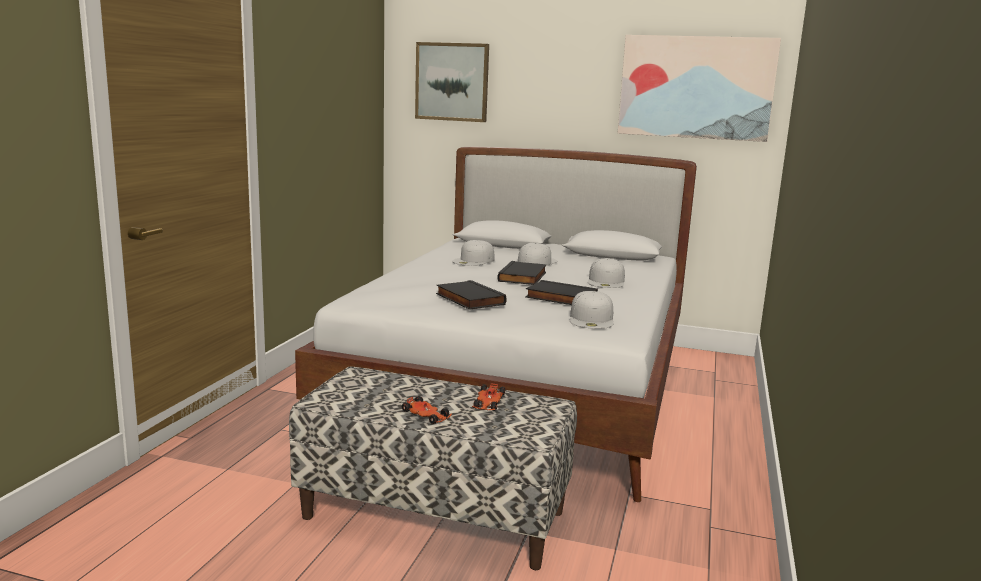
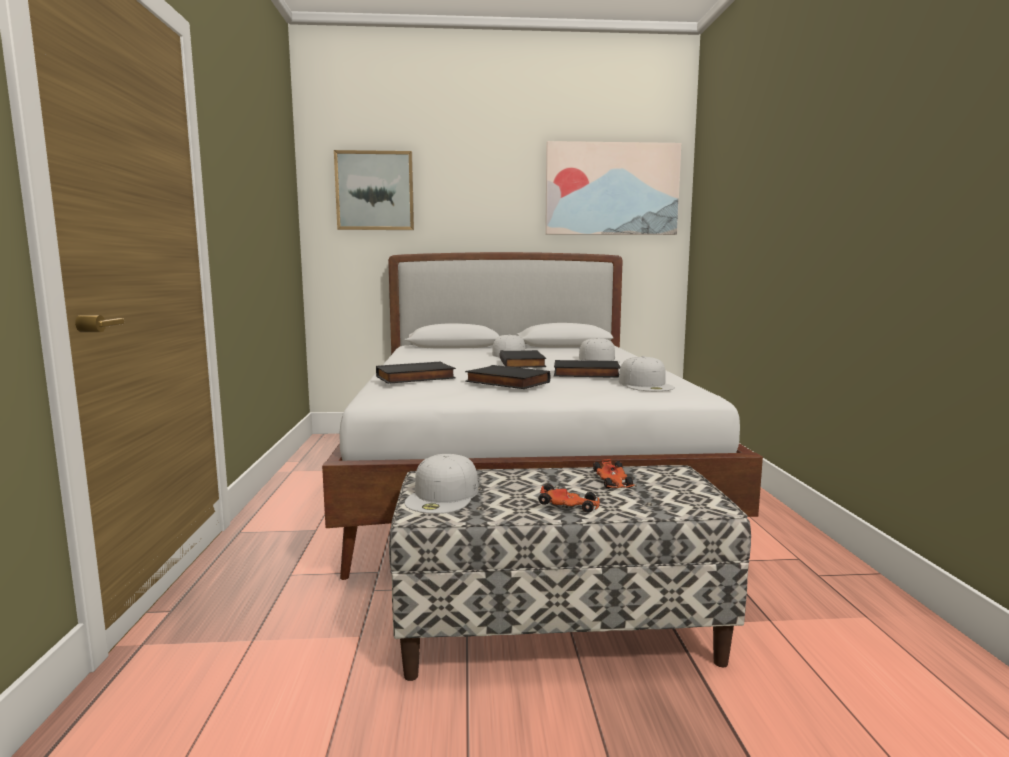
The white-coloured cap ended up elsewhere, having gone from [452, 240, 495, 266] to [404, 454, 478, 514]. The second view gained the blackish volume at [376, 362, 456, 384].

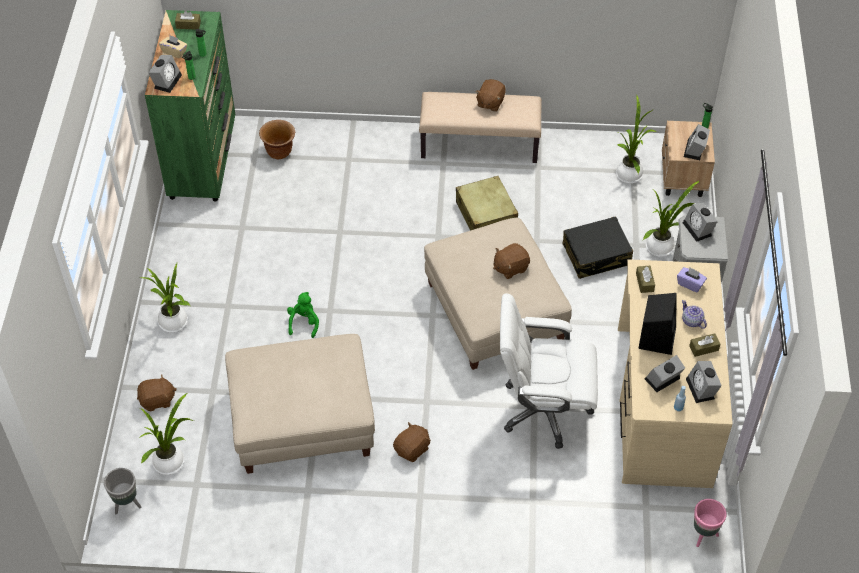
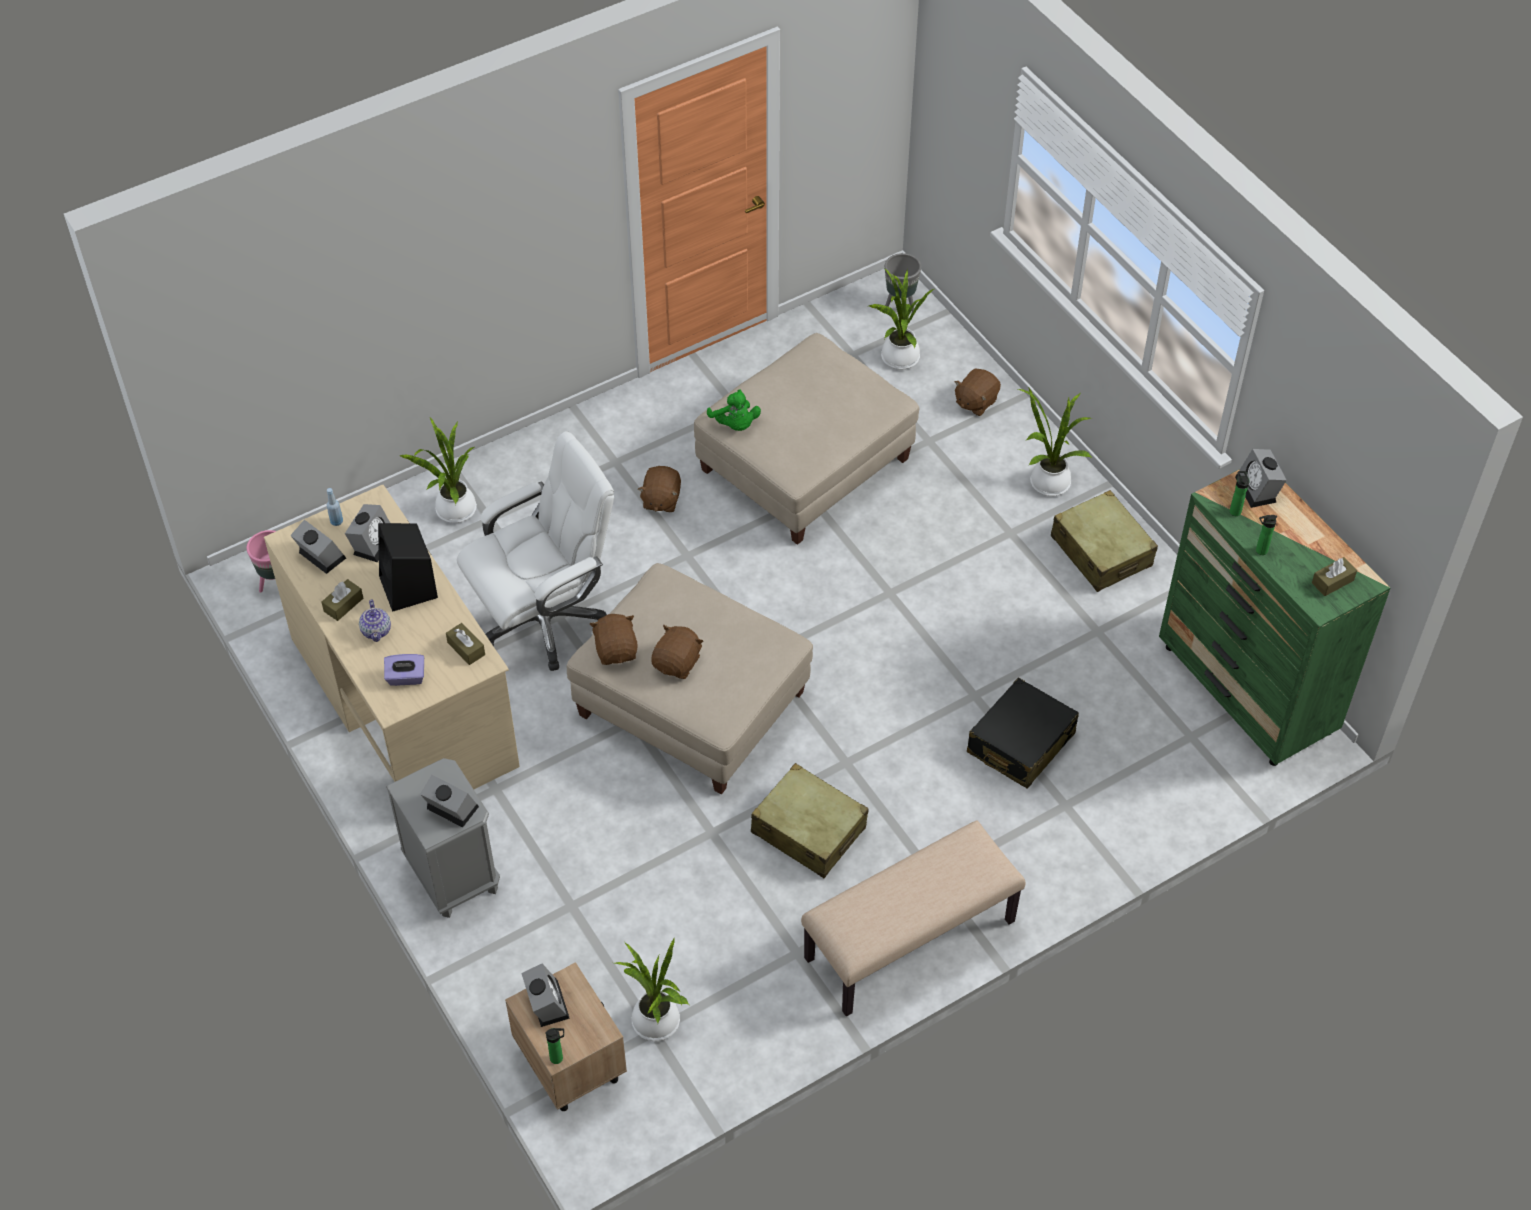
The second view lost the beige tissue holder at [159, 35, 187, 58]. The second view lost the brown plant pot at [259, 120, 295, 159]. The green-coloured cuddly toy ended up elsewhere, having gone from [287, 292, 319, 338] to [707, 390, 761, 431]. The brown cuddly toy ended up elsewhere, having gone from [475, 79, 506, 112] to [590, 614, 638, 665]. The blackish piece of luggage ended up elsewhere, having gone from [562, 216, 633, 279] to [967, 678, 1079, 789]. The plant in a pot ended up elsewhere, having gone from [643, 181, 699, 257] to [399, 418, 477, 523]. The tea pot at [682, 300, 707, 329] ended up facing another way, 60 degrees clockwise from before. The second view gained the beige piece of luggage at [1051, 490, 1158, 592].

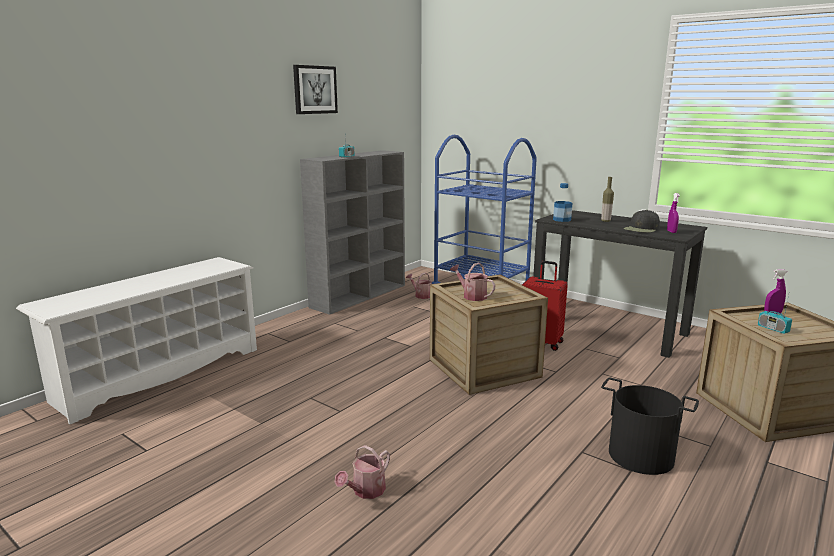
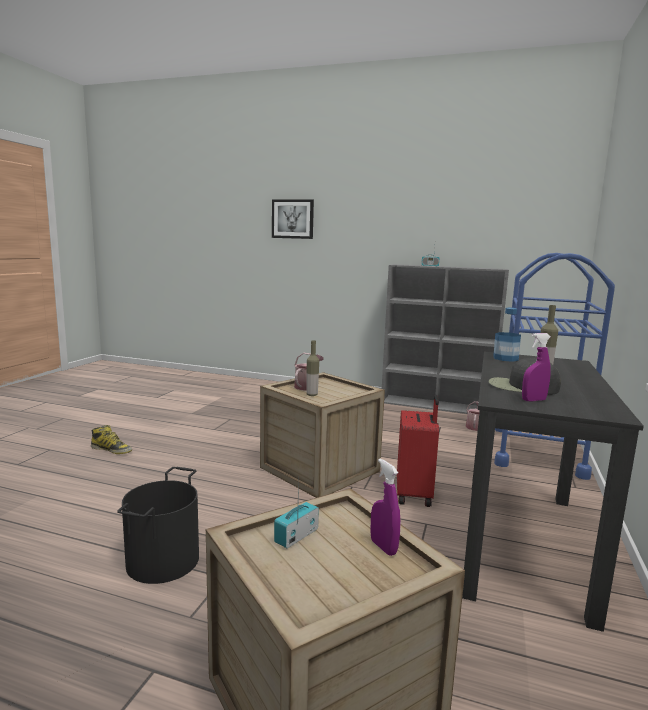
The second view lost the white-coloured shoe rack at [16, 257, 257, 424]. The wall art ended up elsewhere, having gone from [293, 65, 338, 114] to [272, 199, 314, 239]. Where the sprinkling can stood at [335, 445, 390, 499], the boot came to stand at [91, 425, 132, 454]. The second view gained the bottle at [306, 340, 319, 396].

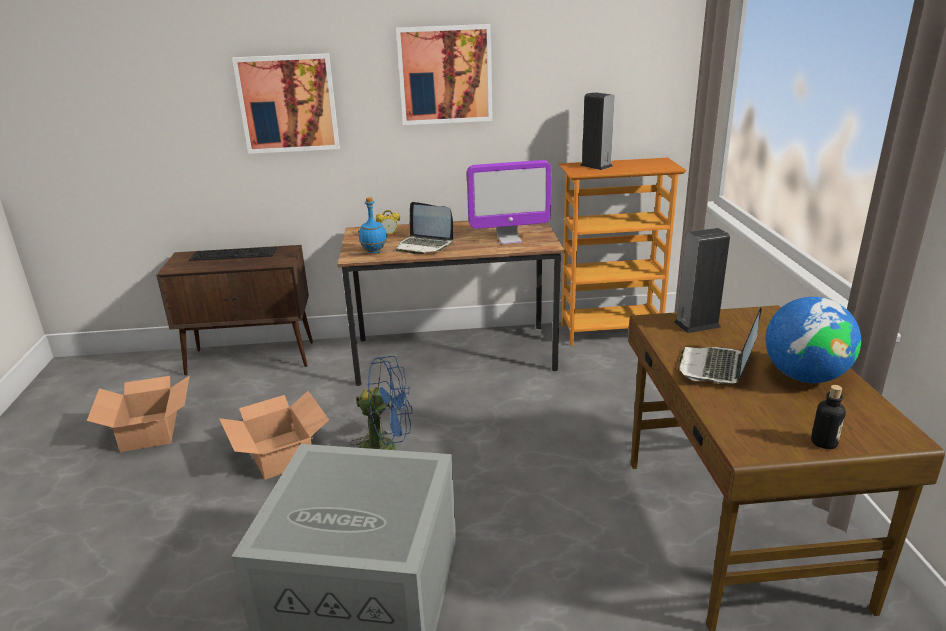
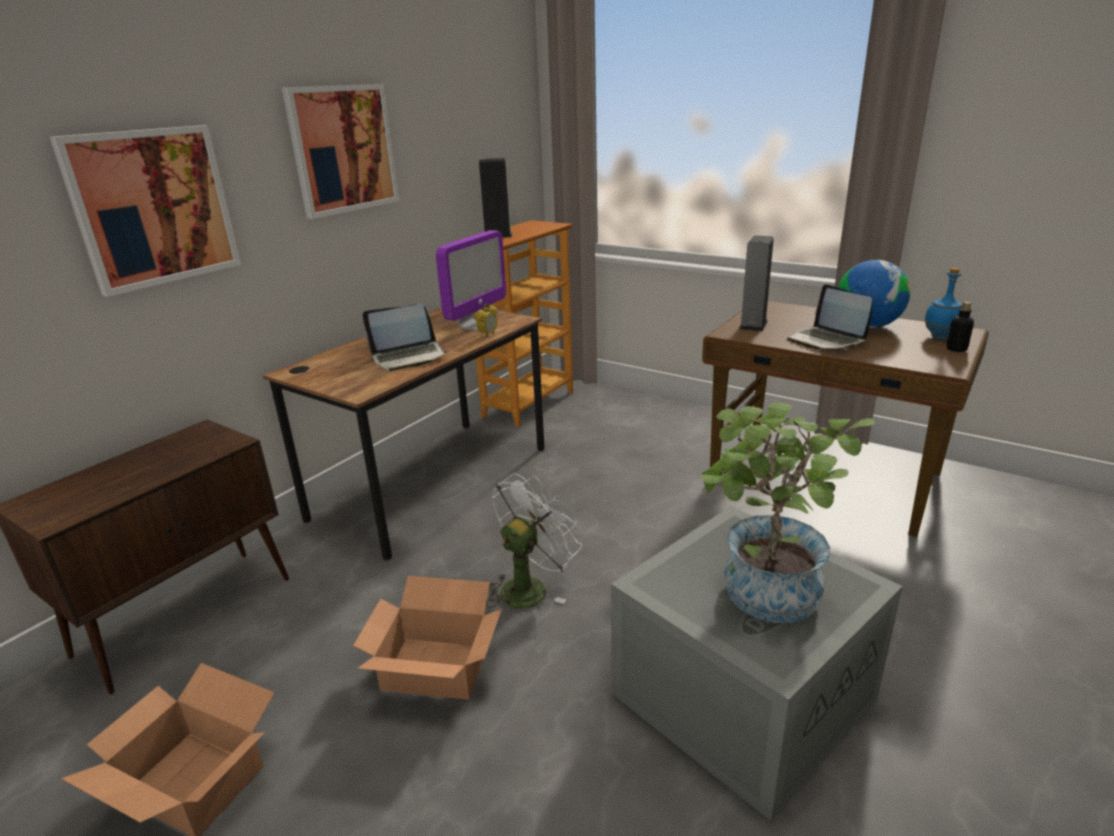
The second view lost the computer keyboard at [189, 247, 277, 261]. What was the blue cooling fan at [350, 356, 412, 450] turned into the white-coloured cooling fan at [486, 474, 582, 609]. The blue bottle ended up elsewhere, having gone from [359, 197, 387, 254] to [924, 268, 962, 339]. The alarm clock ended up elsewhere, having gone from [376, 210, 400, 236] to [475, 304, 498, 337]. The second view gained the plant in a pot at [701, 402, 875, 623].

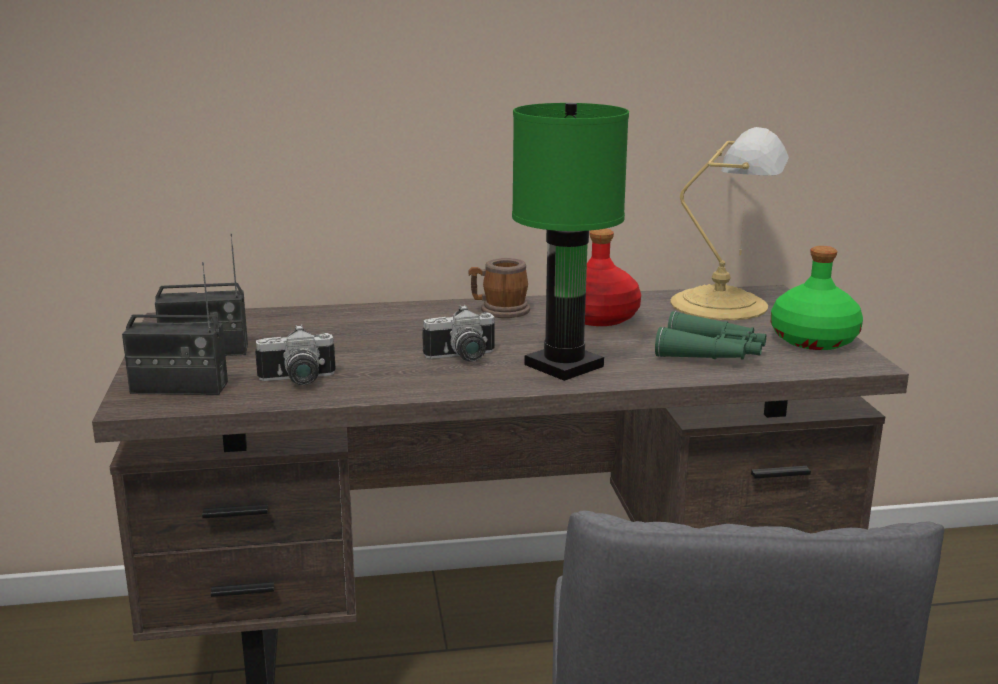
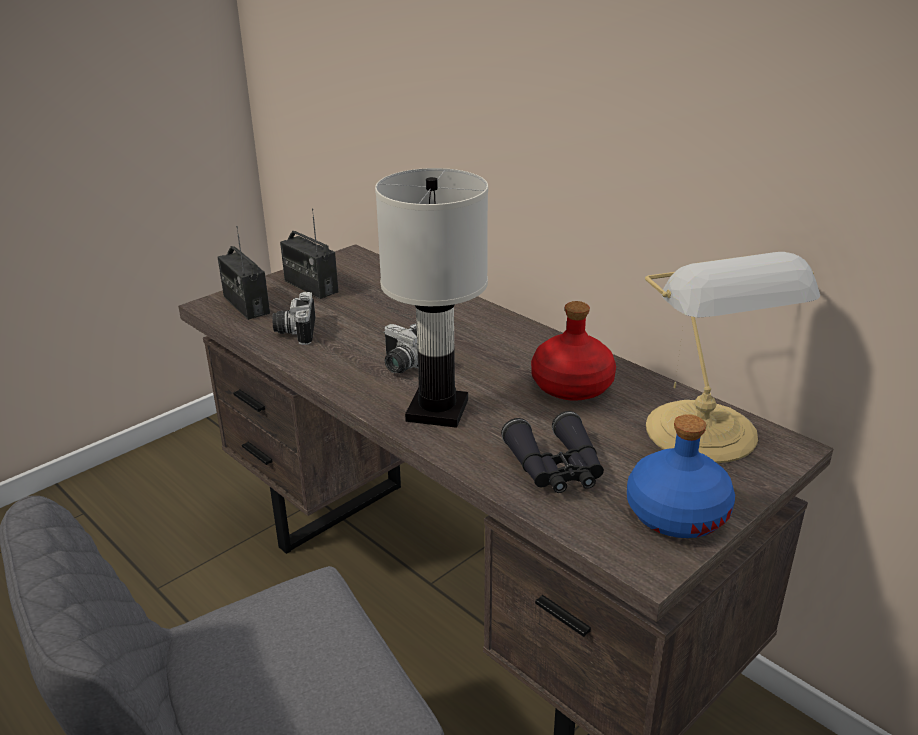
The photo camera at [255, 324, 336, 385] ended up facing another way, 45 degrees clockwise from before. The second view lost the mug at [468, 258, 530, 318]. What was the green-coloured lamp for a table at [512, 103, 629, 381] turned into the white-coloured lamp for a table at [375, 168, 488, 428]. What was the green-coloured binoculars at [655, 311, 766, 359] turned into the blackish binoculars at [501, 411, 604, 493]. What was the green-coloured bottle at [771, 246, 863, 350] turned into the blue bottle at [627, 414, 735, 538].

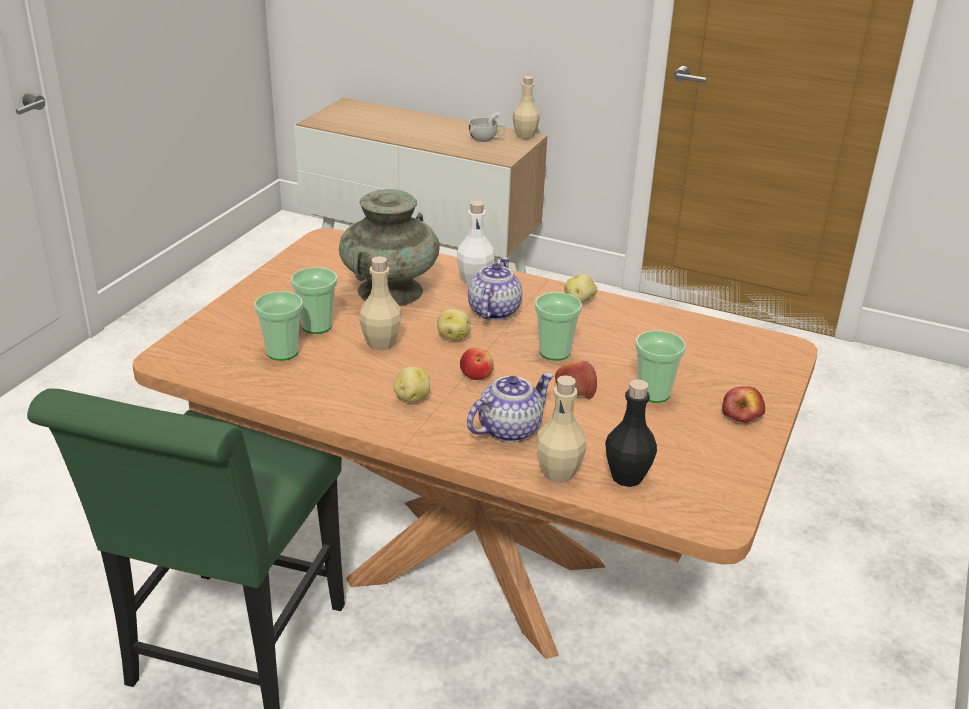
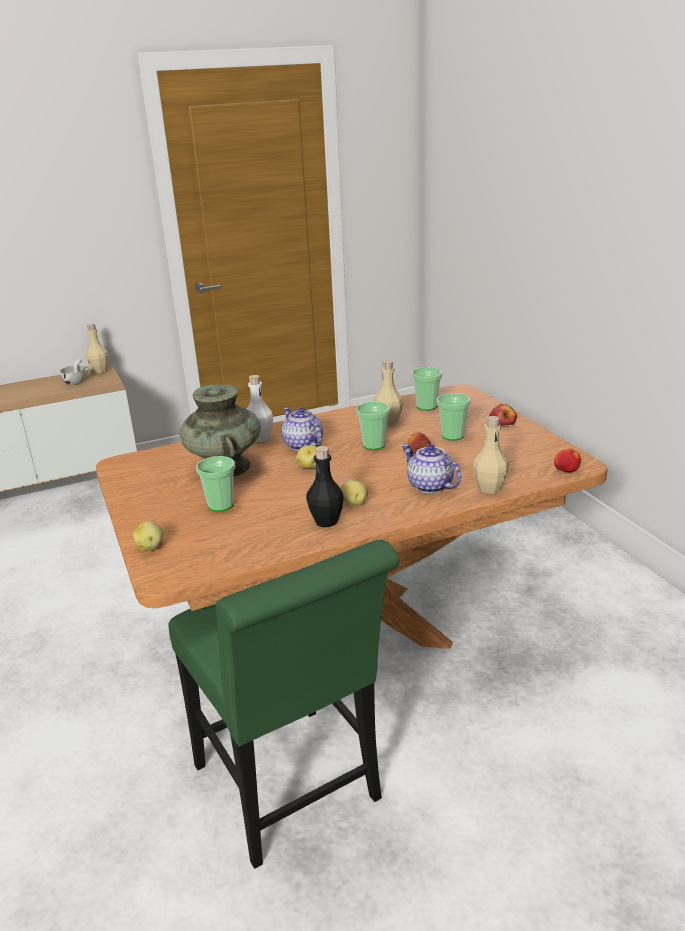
The cup ended up elsewhere, having gone from [254, 291, 303, 361] to [412, 367, 442, 411]. The beige bottle ended up elsewhere, having gone from [359, 256, 402, 351] to [374, 360, 403, 426]. The apple fruit ended up elsewhere, having gone from [460, 348, 494, 380] to [554, 448, 581, 472]. The tea pot at [467, 373, 554, 442] ended up facing another way, 45 degrees counterclockwise from before. The spud ended up elsewhere, having gone from [564, 274, 597, 304] to [133, 521, 164, 551]. The blackish bottle ended up elsewhere, having gone from [605, 379, 657, 487] to [306, 446, 344, 527].

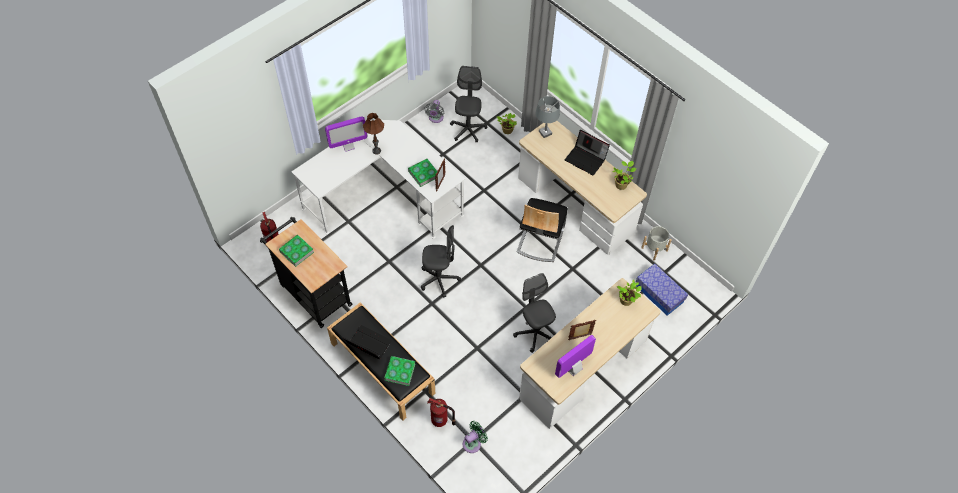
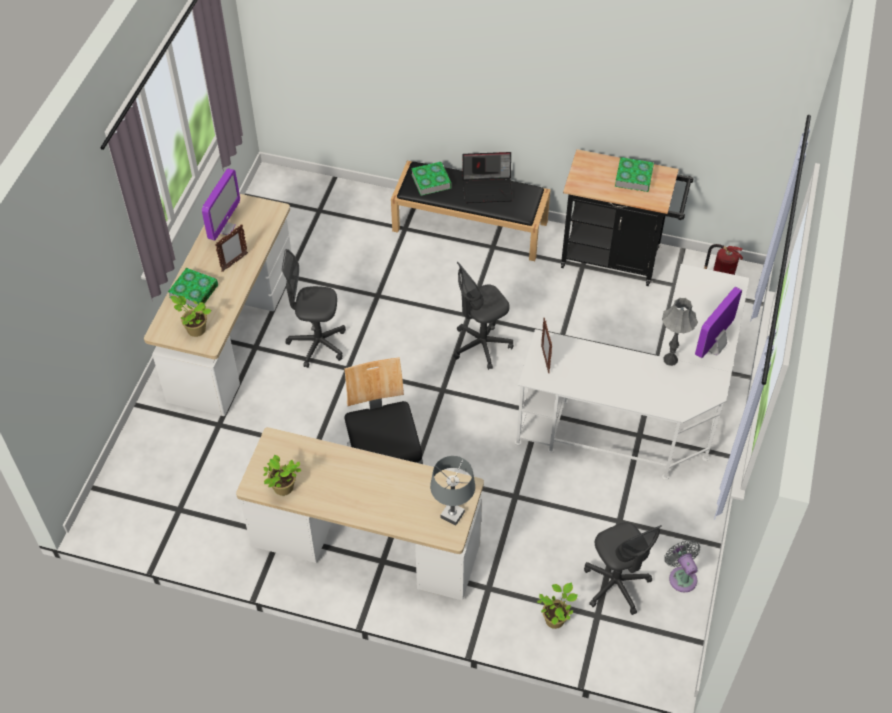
What was the brown lamp for a table at [363, 113, 384, 155] turned into the grey lamp for a table at [662, 298, 698, 366]. The volume ended up elsewhere, having gone from [408, 159, 437, 187] to [168, 268, 218, 308]. The second view lost the extinguisher at [427, 398, 456, 427]. The second view lost the green-coloured cooling fan at [463, 421, 488, 453]. The grey computer chair at [513, 273, 556, 353] ended up facing another way, 150 degrees clockwise from before. The second view lost the portable computer at [565, 130, 610, 175]. The second view lost the storage bin at [636, 264, 688, 316]. The second view lost the grey plant pot at [641, 226, 672, 261].

